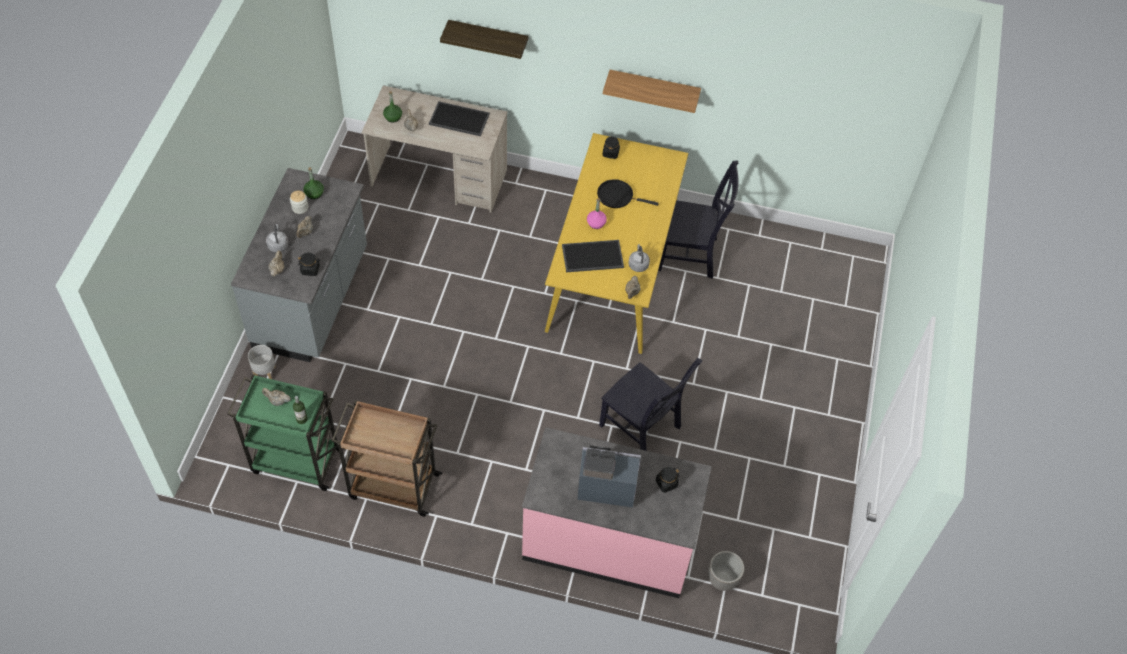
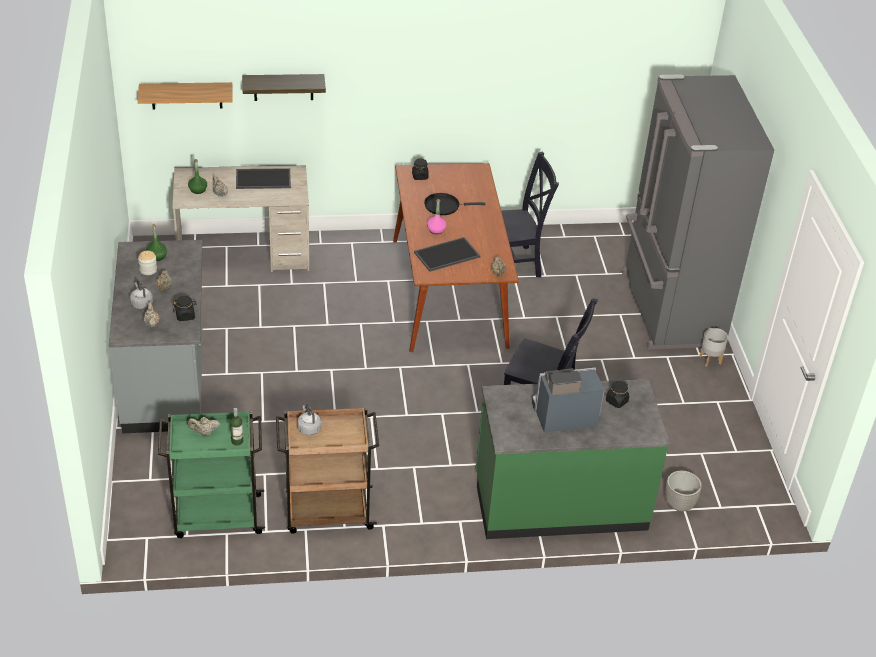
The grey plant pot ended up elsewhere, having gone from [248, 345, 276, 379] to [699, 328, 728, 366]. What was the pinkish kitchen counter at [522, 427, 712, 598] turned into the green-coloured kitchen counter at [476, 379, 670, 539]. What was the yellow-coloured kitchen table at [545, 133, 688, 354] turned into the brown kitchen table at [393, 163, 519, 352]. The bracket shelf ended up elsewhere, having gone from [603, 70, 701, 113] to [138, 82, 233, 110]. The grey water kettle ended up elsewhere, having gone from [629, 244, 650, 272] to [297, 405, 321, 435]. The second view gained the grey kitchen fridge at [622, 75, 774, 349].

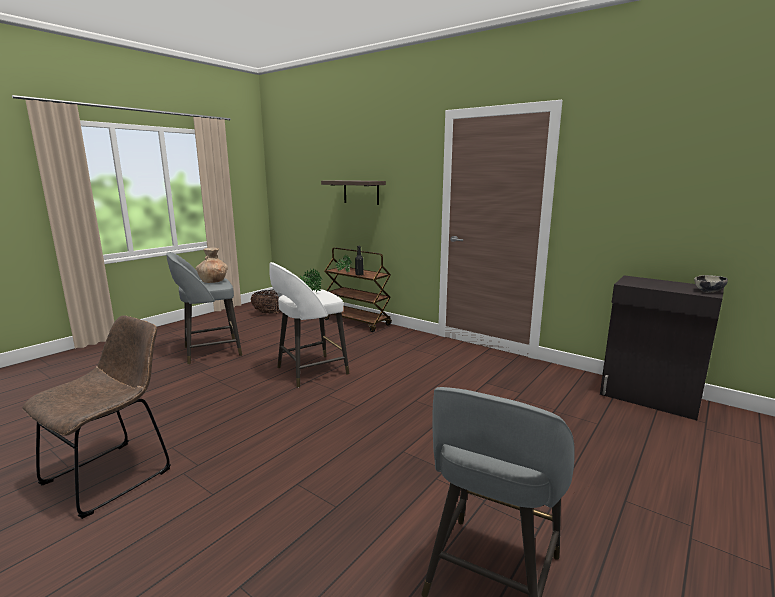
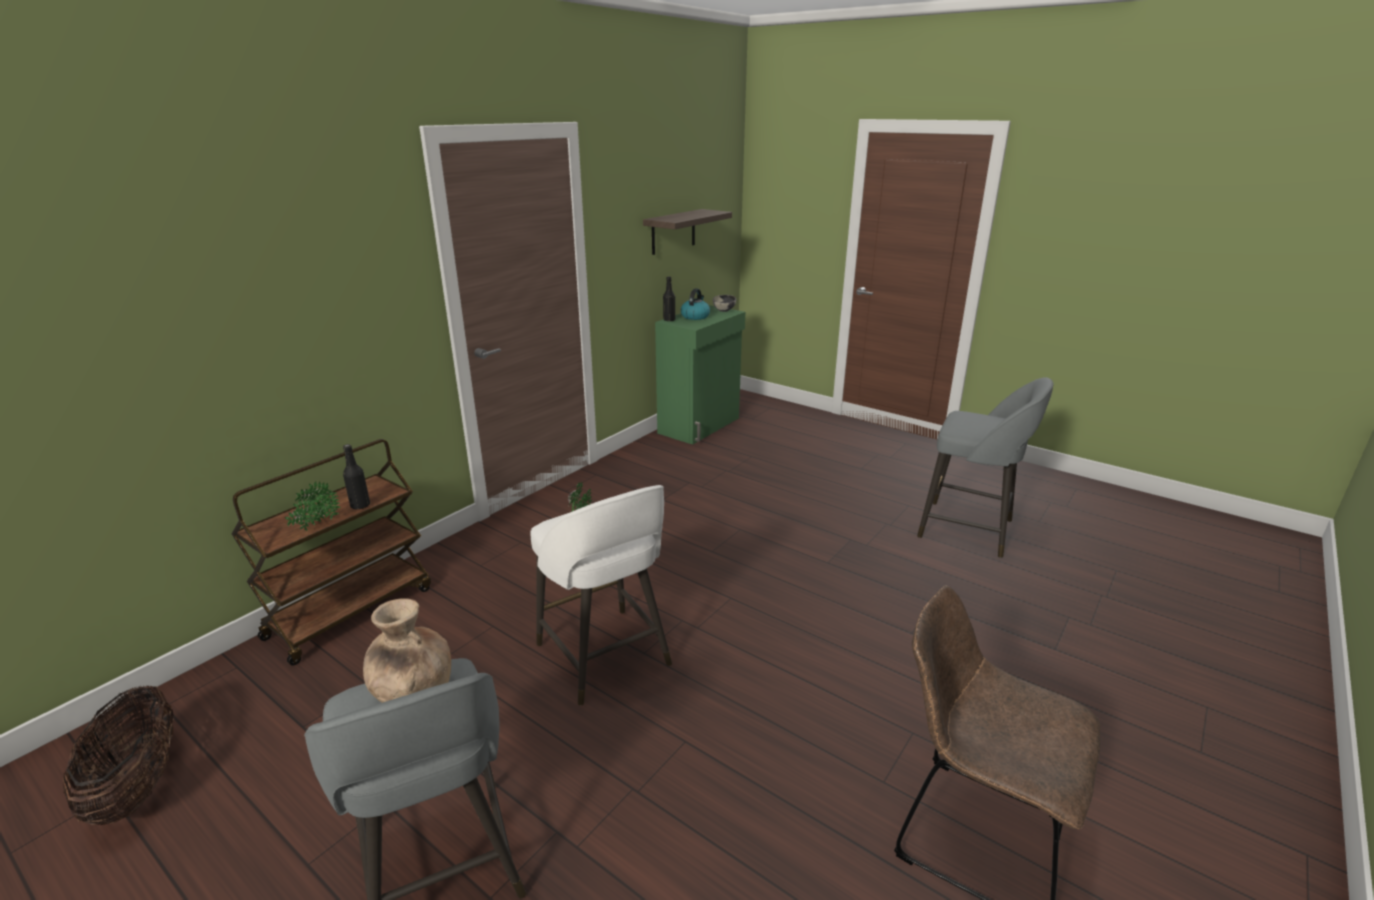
The bracket shelf ended up elsewhere, having gone from [321, 180, 386, 205] to [643, 209, 732, 255]. What was the blackish cabinet at [600, 275, 724, 420] turned into the green-coloured cabinet at [655, 305, 745, 444]. The second view gained the blackish bottle at [663, 276, 675, 321]. The second view gained the water kettle at [681, 288, 710, 320].

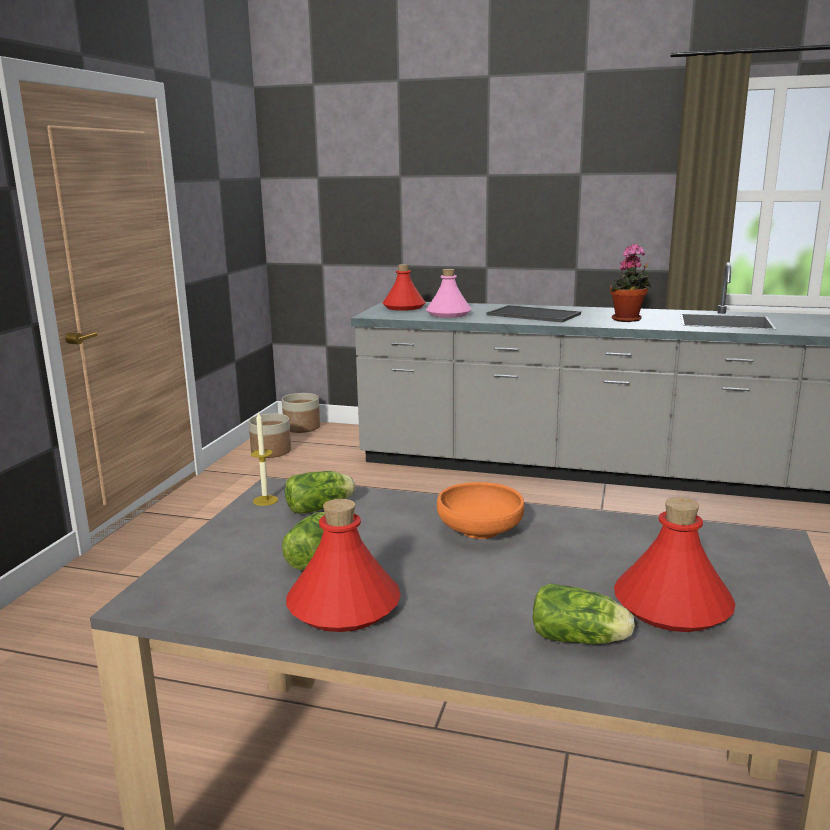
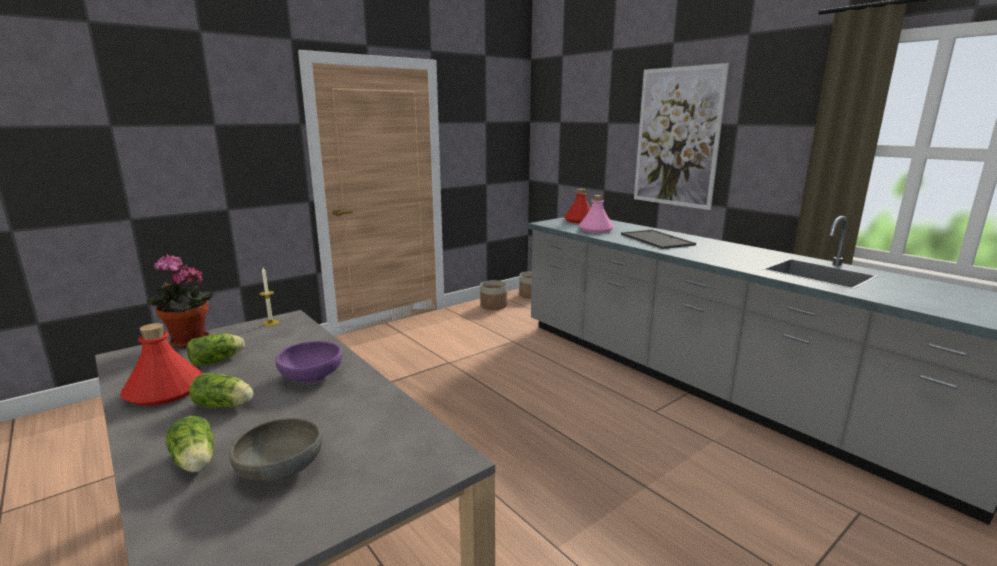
The head of lettuce ended up elsewhere, having gone from [285, 471, 356, 514] to [189, 373, 253, 408]. What was the orange-coloured bowl at [437, 482, 524, 539] turned into the purple bowl at [276, 341, 342, 383]. The plant in a pot ended up elsewhere, having gone from [610, 244, 652, 322] to [147, 255, 214, 348]. Where the red bottle stood at [614, 497, 736, 632], the grey bowl came to stand at [229, 418, 322, 482]. The second view gained the wall art at [634, 63, 729, 210].

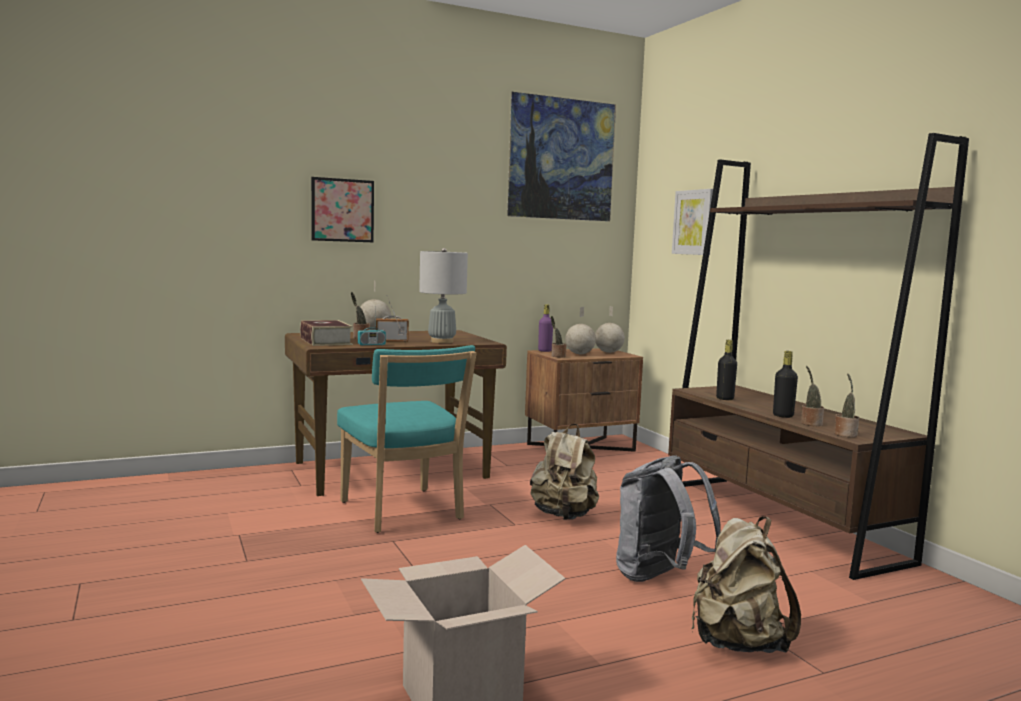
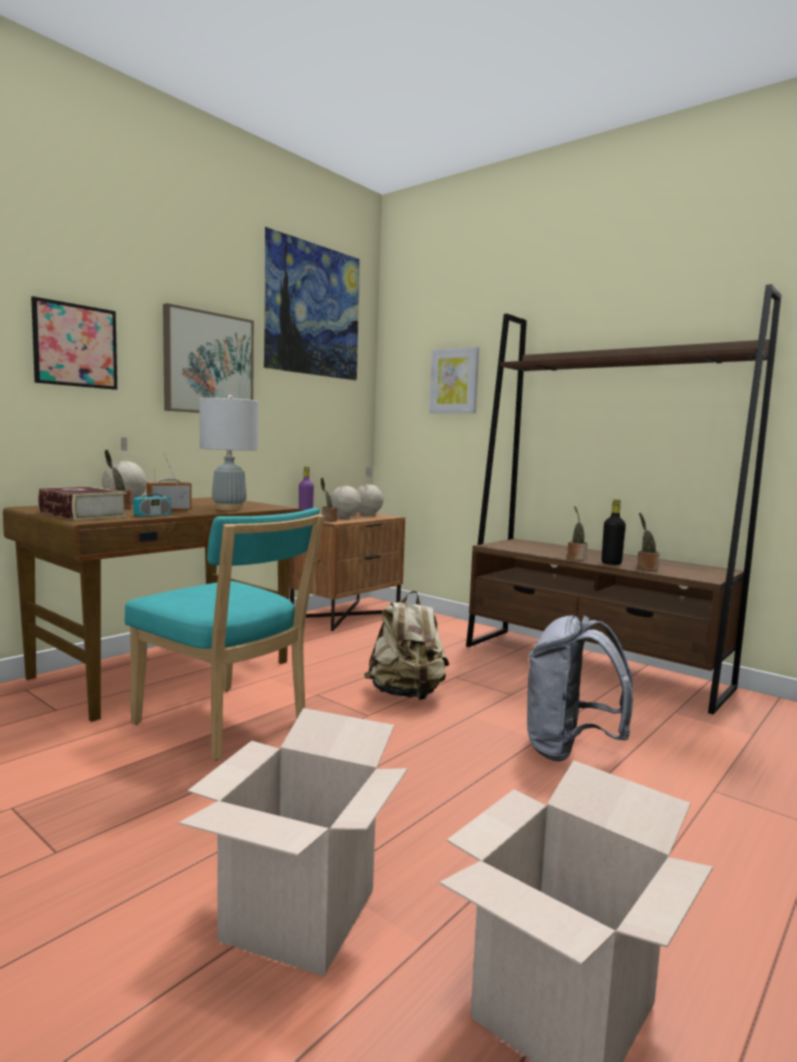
The second view lost the beige knapsack at [691, 516, 801, 653]. The second view lost the blackish bottle at [716, 340, 737, 400]. The plant in a pot ended up elsewhere, having gone from [834, 373, 859, 437] to [567, 506, 588, 560]. The second view gained the wall art at [163, 303, 254, 413]. The second view gained the cardboard box at [178, 708, 408, 976].

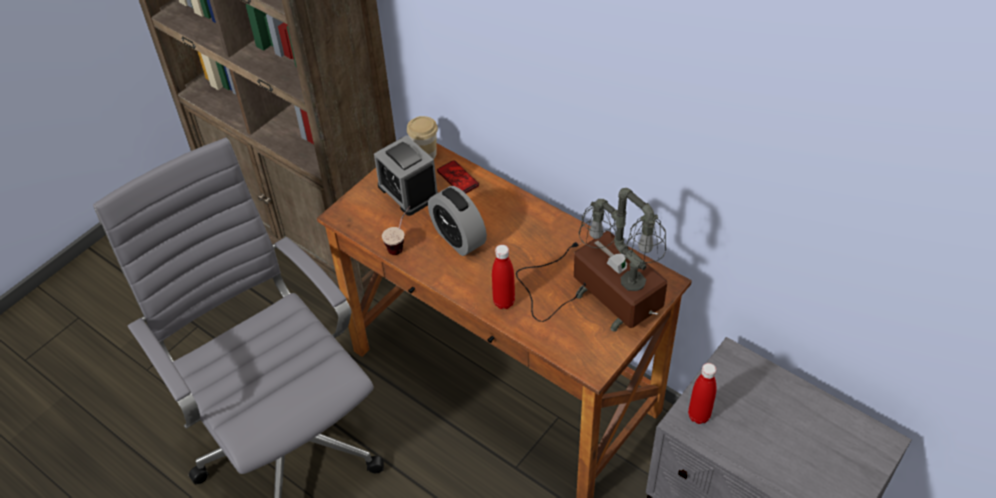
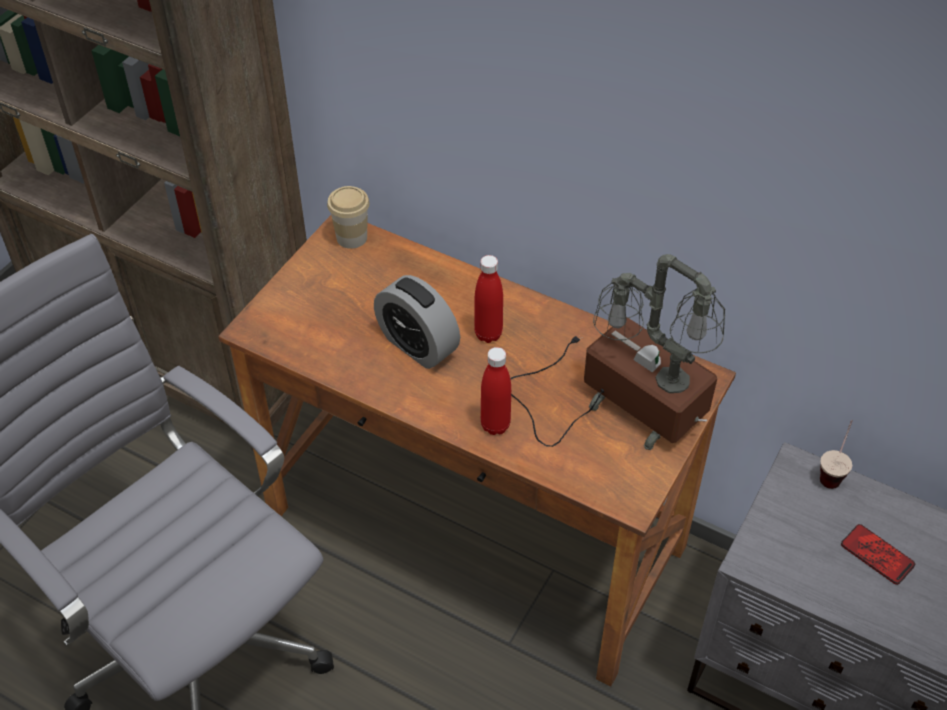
The second view lost the alarm clock at [374, 135, 438, 216]. The cup ended up elsewhere, having gone from [382, 206, 410, 255] to [820, 420, 853, 489]. The telephone ended up elsewhere, having gone from [437, 160, 479, 193] to [841, 524, 915, 585]. The red bottle ended up elsewhere, having gone from [688, 363, 716, 424] to [474, 255, 503, 343].

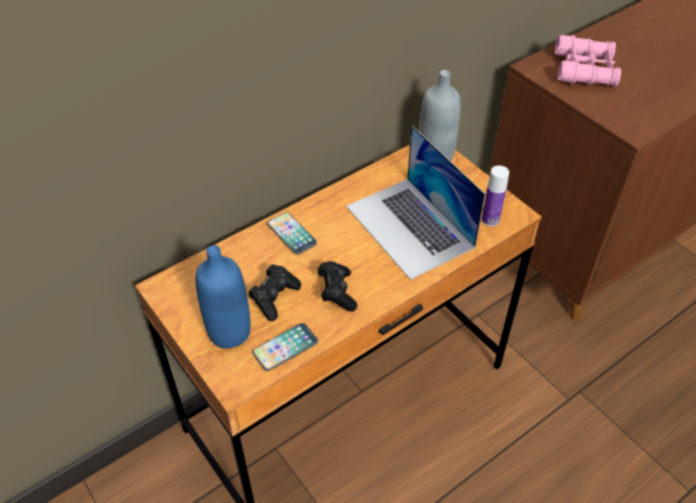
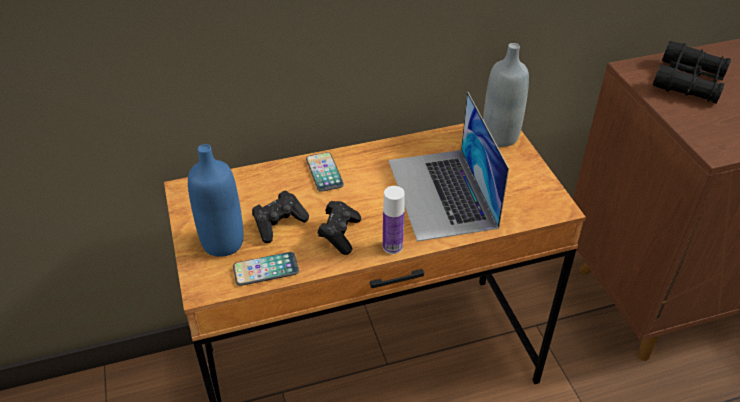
The bottle ended up elsewhere, having gone from [481, 165, 509, 226] to [383, 186, 405, 254]. What was the pinkish binoculars at [555, 35, 621, 87] turned into the blackish binoculars at [653, 41, 731, 104].

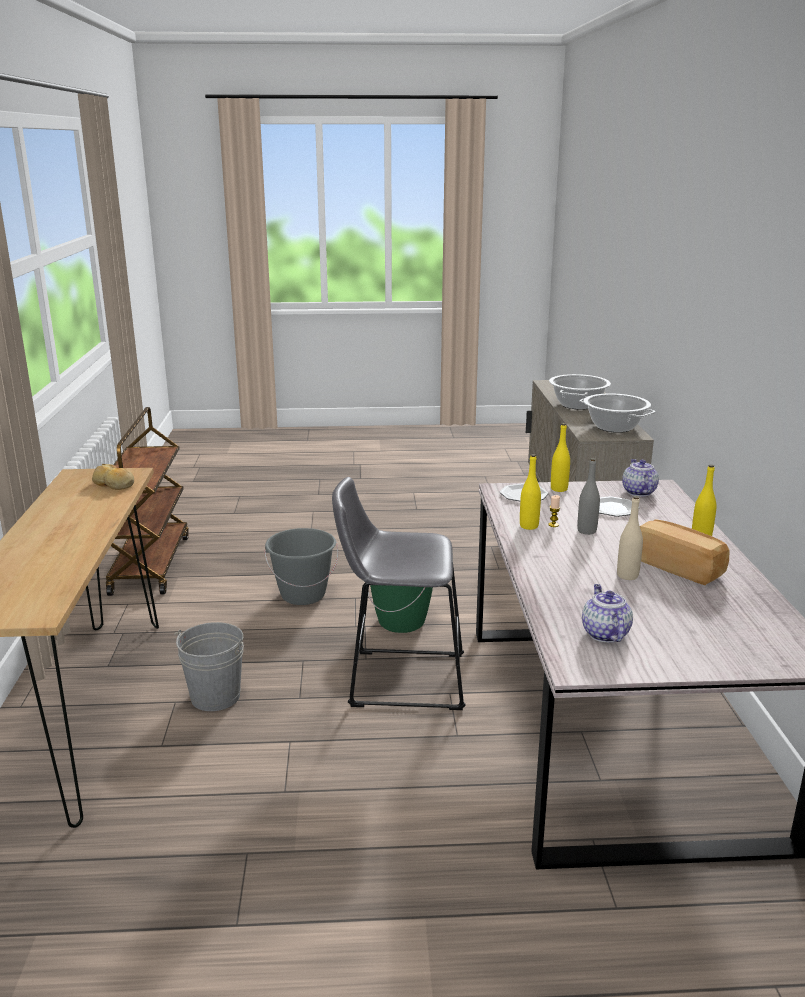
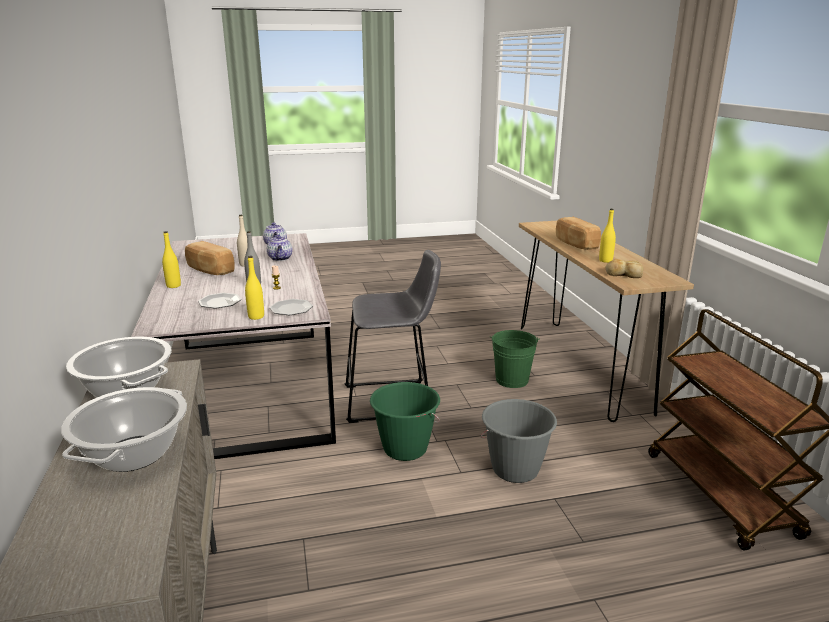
What was the grey water bucket at [174, 622, 244, 711] turned into the green-coloured water bucket at [490, 330, 540, 388]. The yellow-coloured bottle ended up elsewhere, having gone from [520, 454, 541, 530] to [599, 209, 616, 263]. The tea pot ended up elsewhere, having gone from [622, 459, 659, 496] to [267, 235, 293, 261]. The second view gained the baked bread at [556, 217, 601, 250].

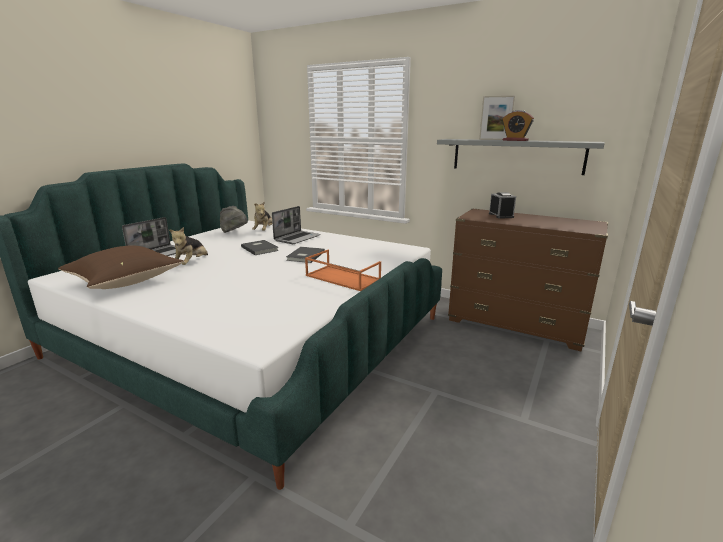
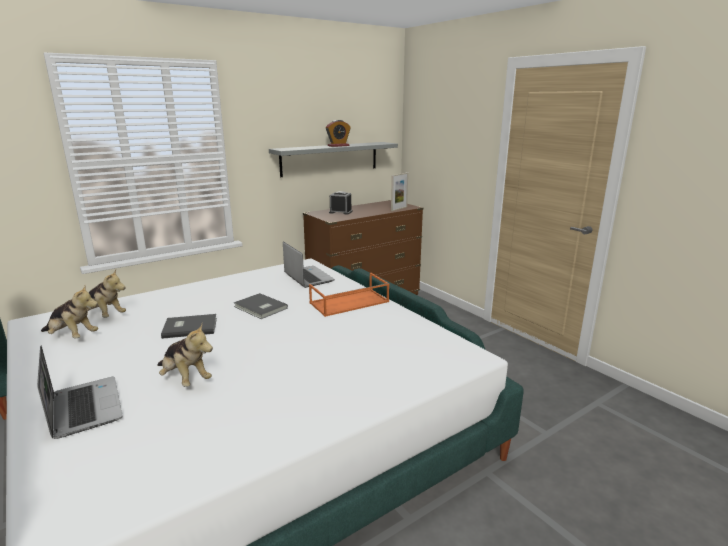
The second view lost the brown cushion at [58, 246, 184, 289]. Where the grey clothing hat stood at [220, 206, 248, 233], the cuddly toy came to stand at [41, 285, 98, 339]. The portable computer ended up elsewhere, having gone from [272, 206, 321, 244] to [283, 241, 335, 288]. The standing frame ended up elsewhere, having gone from [479, 96, 515, 140] to [391, 172, 408, 211].

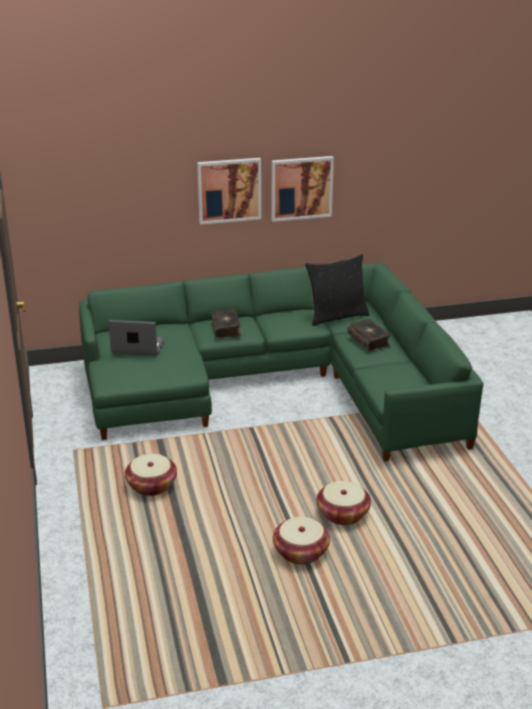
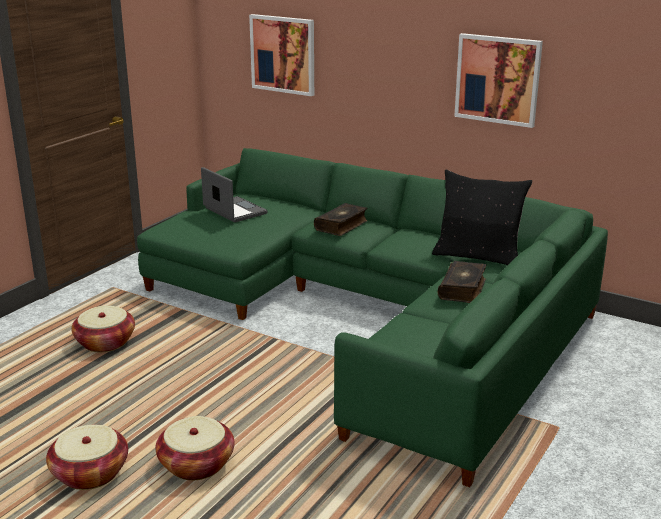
The wall art ended up elsewhere, having gone from [197, 158, 261, 225] to [249, 14, 314, 96].

